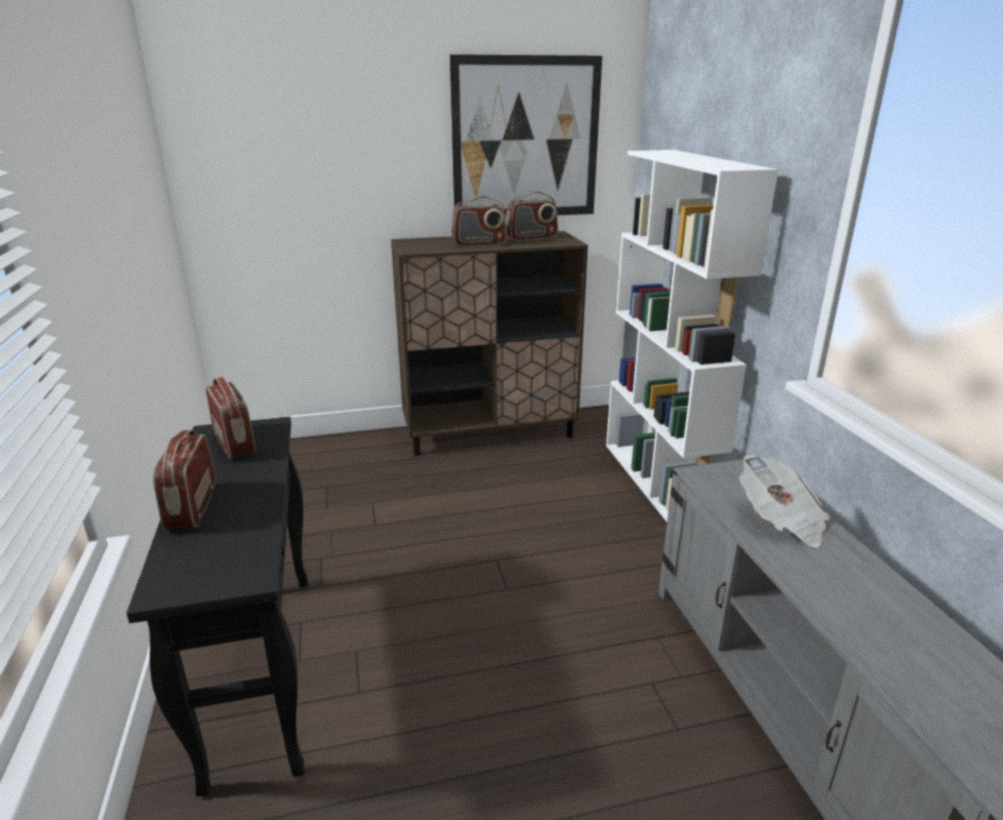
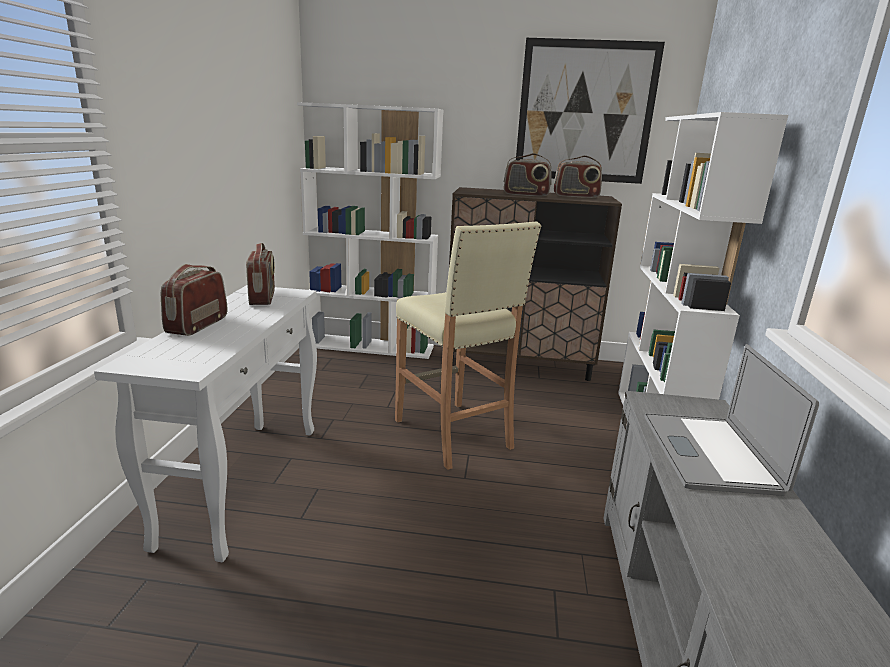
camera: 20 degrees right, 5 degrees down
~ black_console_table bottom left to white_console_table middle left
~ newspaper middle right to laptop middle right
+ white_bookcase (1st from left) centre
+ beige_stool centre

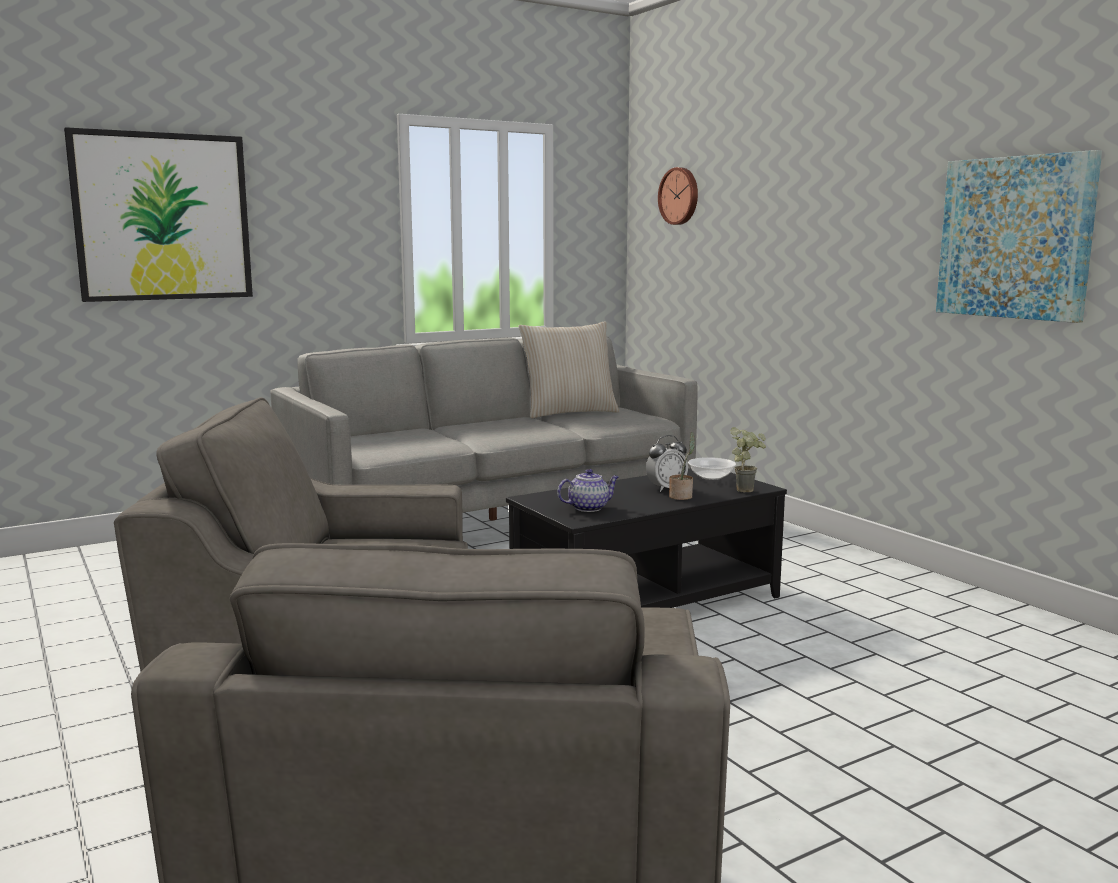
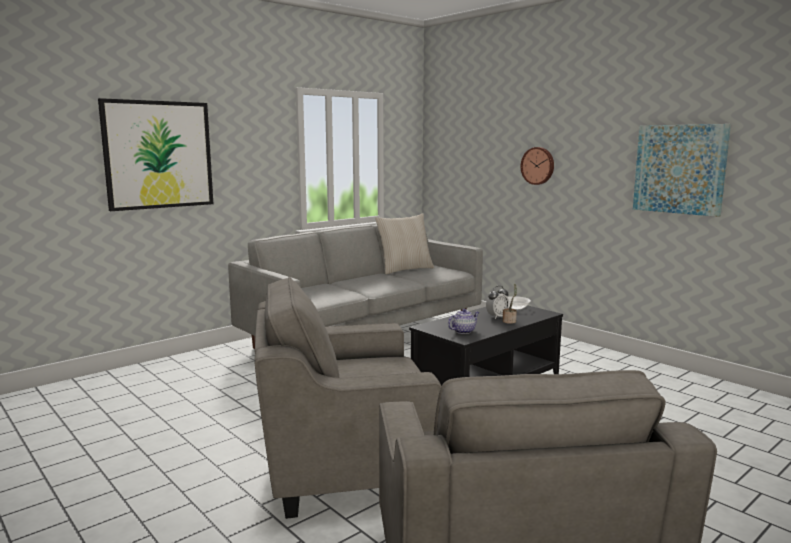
camera: 10 degrees left, 0 degrees up
~ wall_clock top centre to top right
- potted_plant (2nd from left) middle right

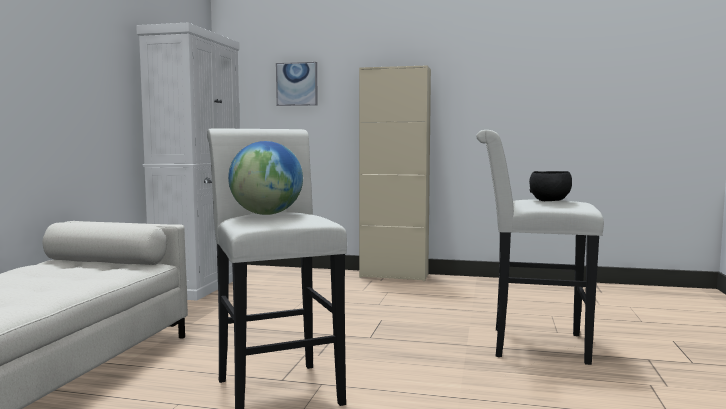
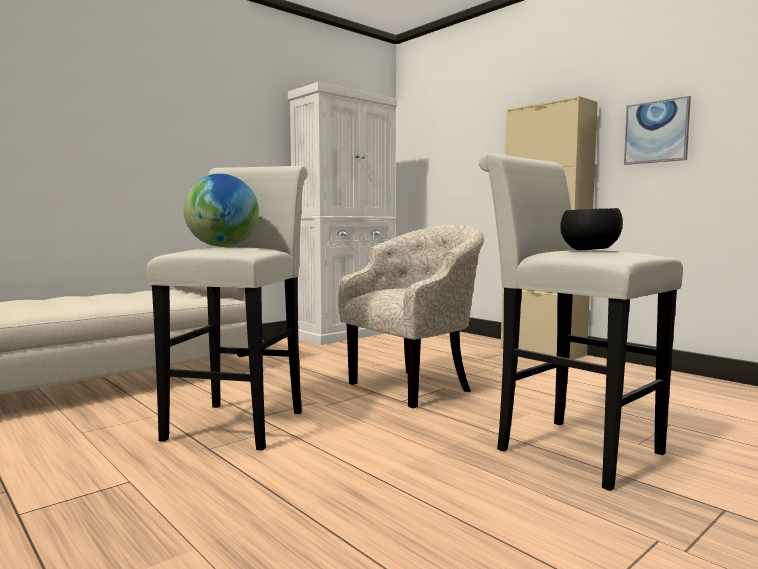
camera: 35 degrees right, 0 degrees up
~ picture top centre to top right
+ beige_armchair centre

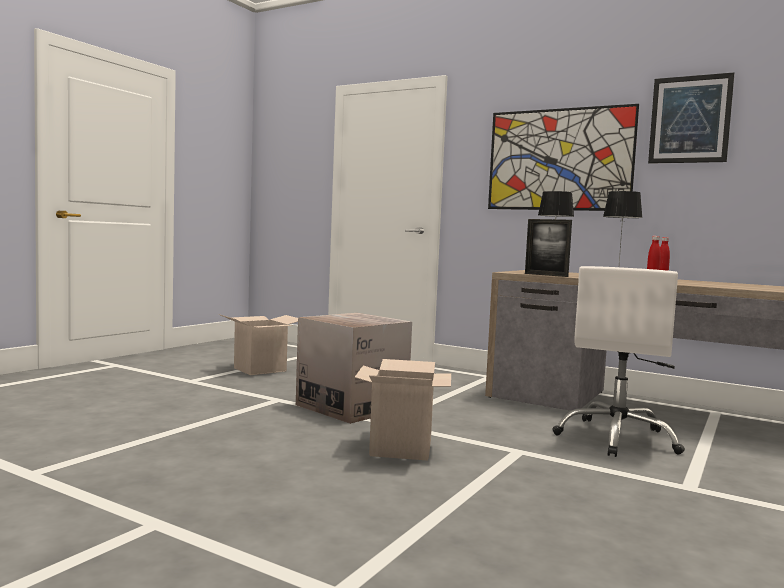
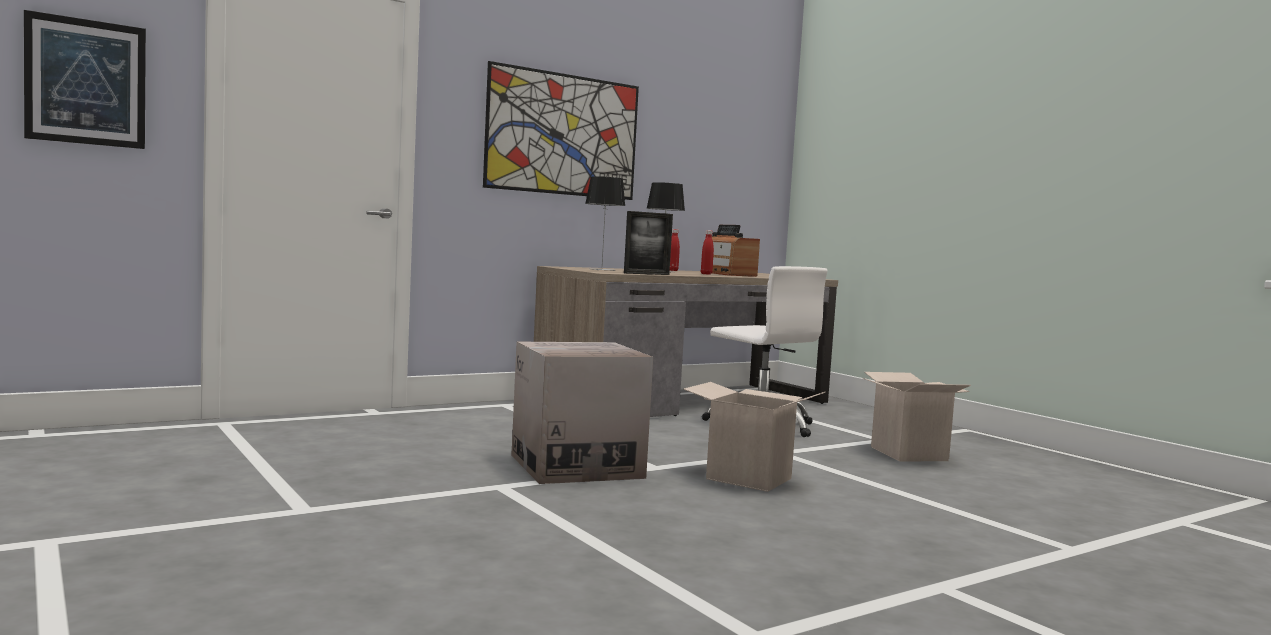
camera: 65 degrees left, 0 degrees up
~ picture (2nd from left in the first image) top right to picture (1st from left) top left
~ cardboard_box (1st from left in the first image) middle left to cardboard_box (3rd from left) middle right
+ radio centre

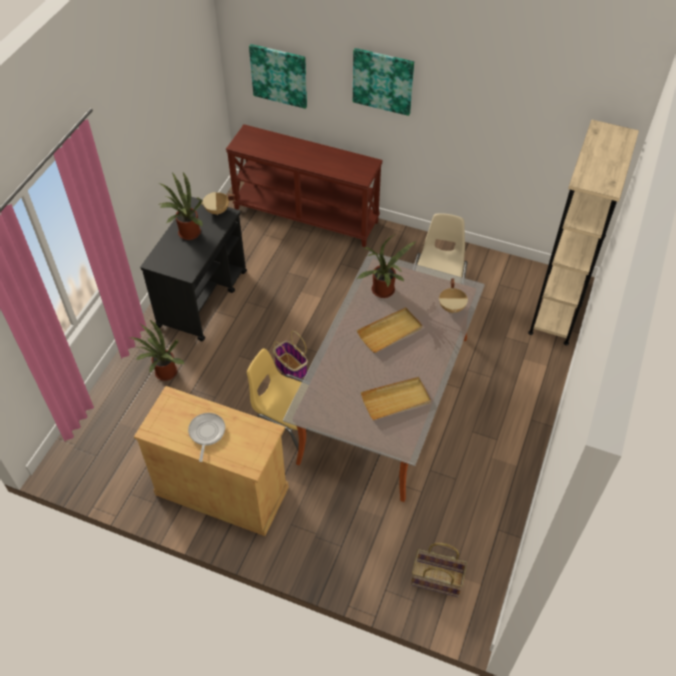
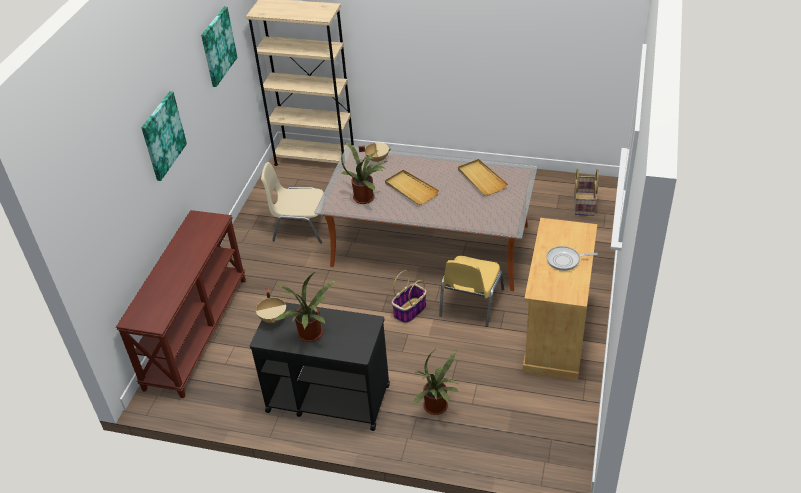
camera: 95 degrees left, 10 degrees down
~ picture (1st from left in the first image) top centre to picture (2nd from left) top left

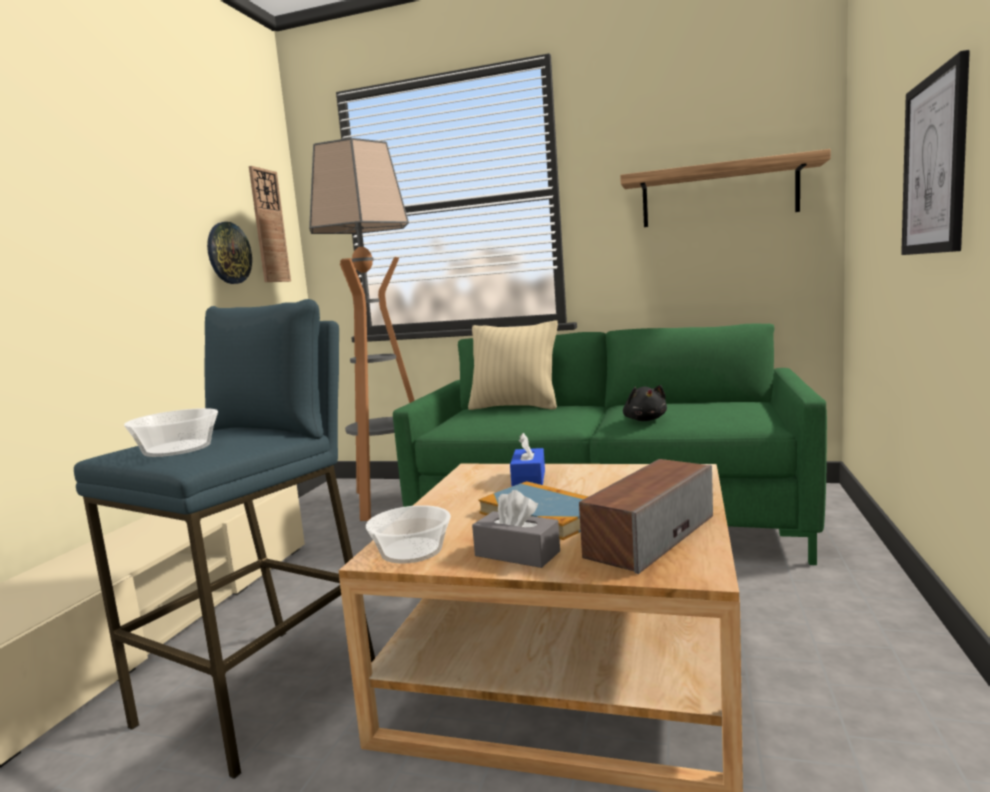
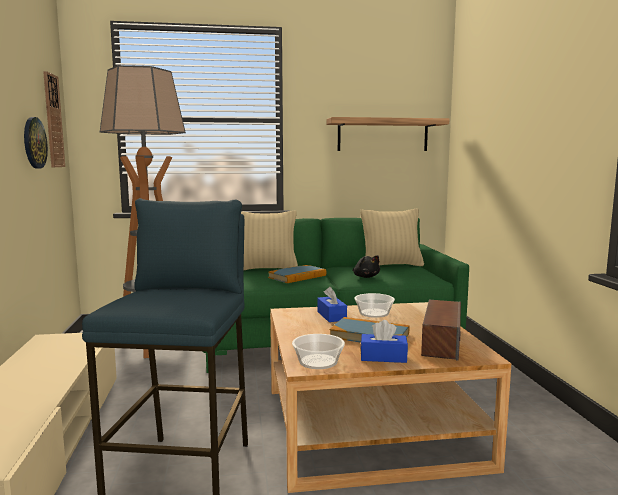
camera: 25 degrees left, 0 degrees up
- picture top right
~ bowl (1st from left in the first image) middle left to bowl (2nd from left) centre
~ grey_tissue_box bottom centre to blue_tissue_box (2nd from left) bottom centre
+ beige_pillow (2nd from left) centre
+ book (1st from left) centre

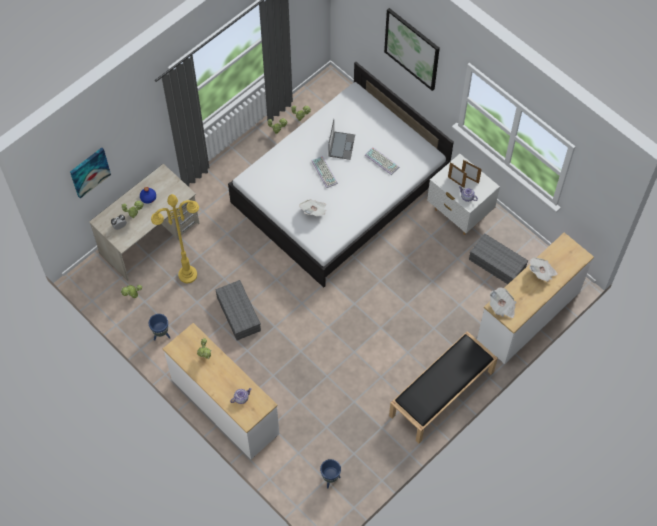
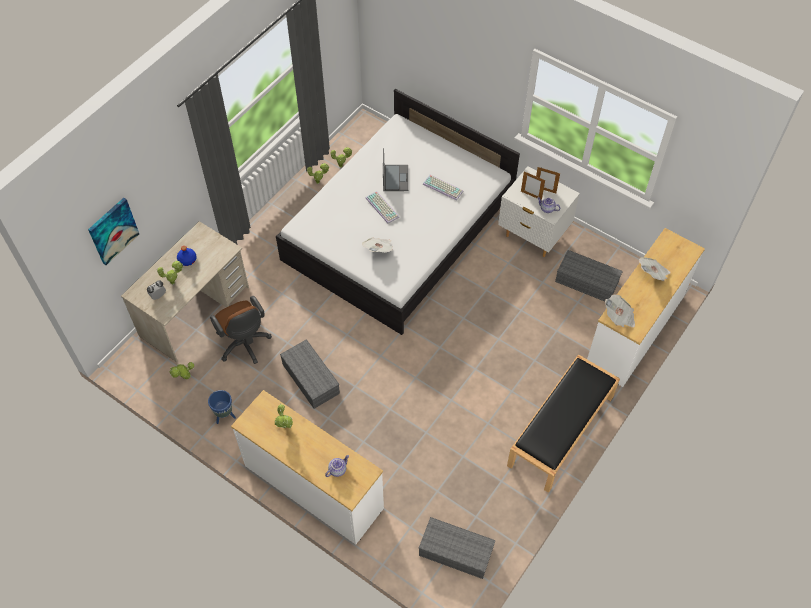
camera: 10 degrees left, 5 degrees down
- picture (2nd from left) top centre
~ yellow_floor_lamp middle left to brown_office_chair middle left
~ blue_planter (2nd from left) bottom centre to grey_storage_box (2nd from left) bottom centre

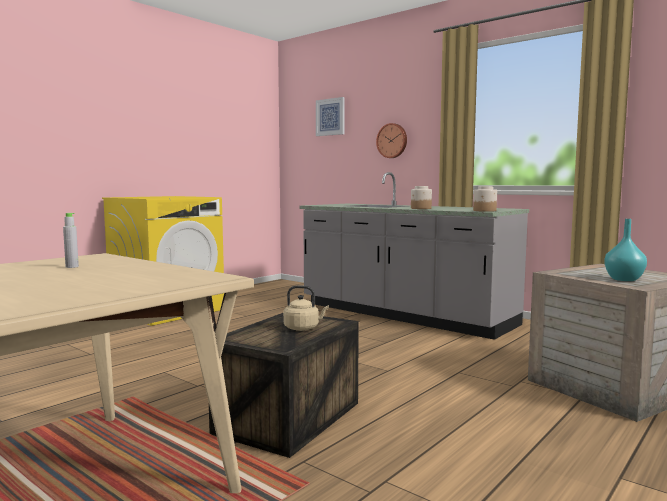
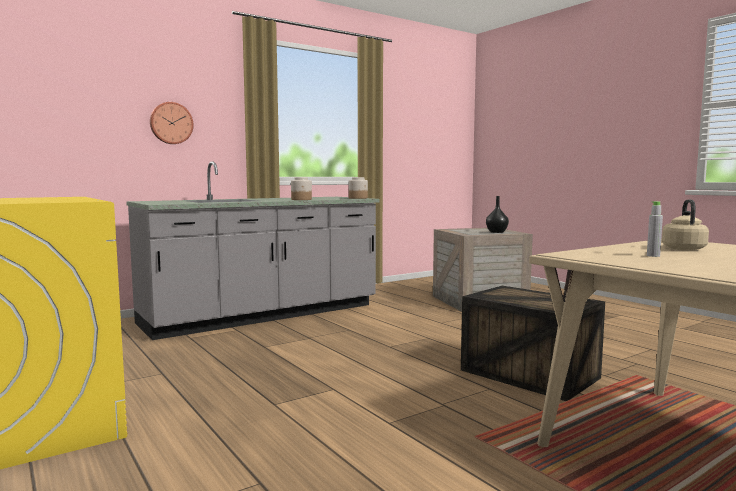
camera: 75 degrees left, 0 degrees up
- picture top centre
~ turquoise_vase middle right to black_vase middle right
~ beige_kettle centre to middle right

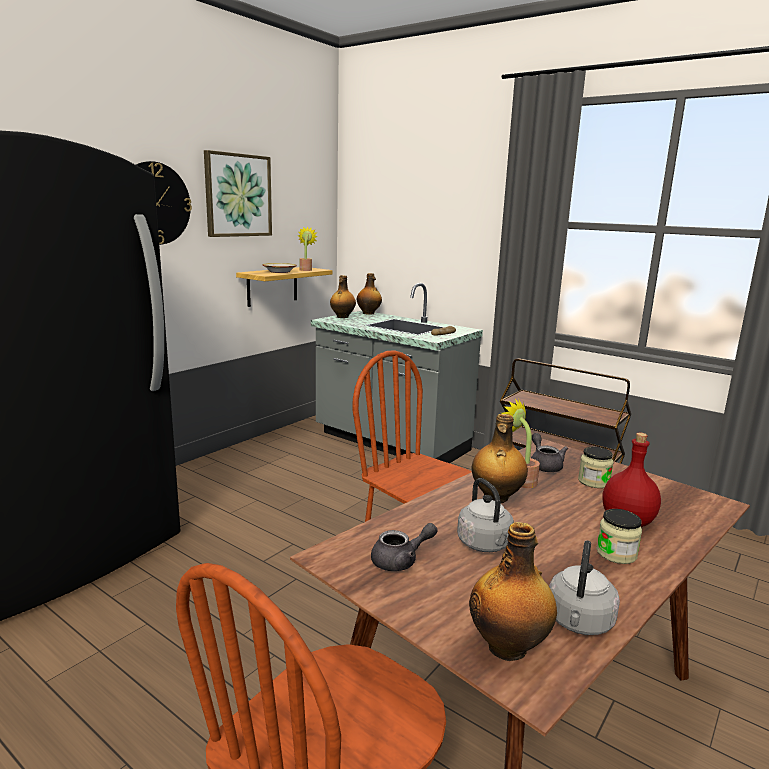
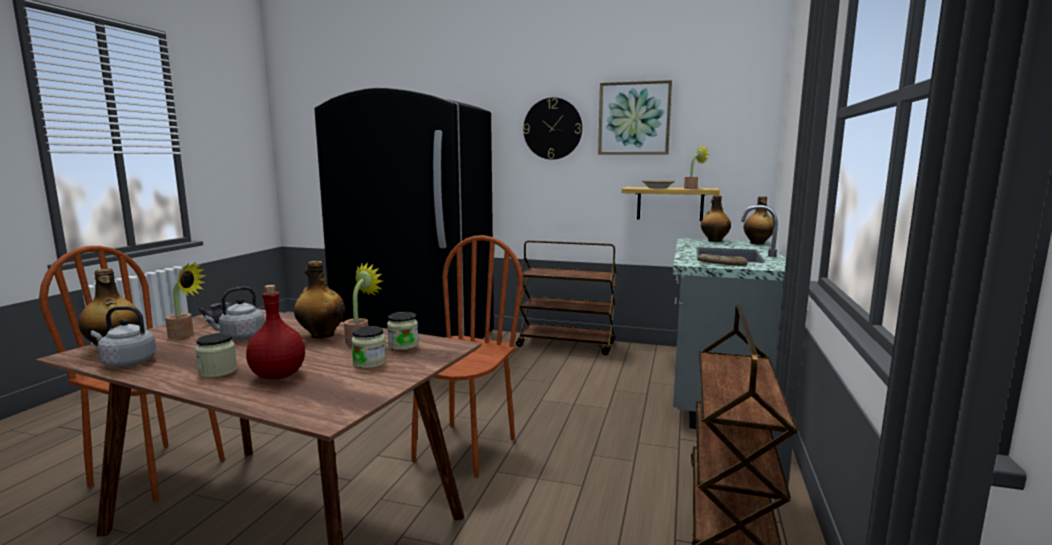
camera: 70 degrees right, 5 degrees down
~ grey_teapot (2nd from left) middle right to jar (3rd from left) centre
+ brown_cart (1st from left) centre
+ potted_plant (1st from left) middle left

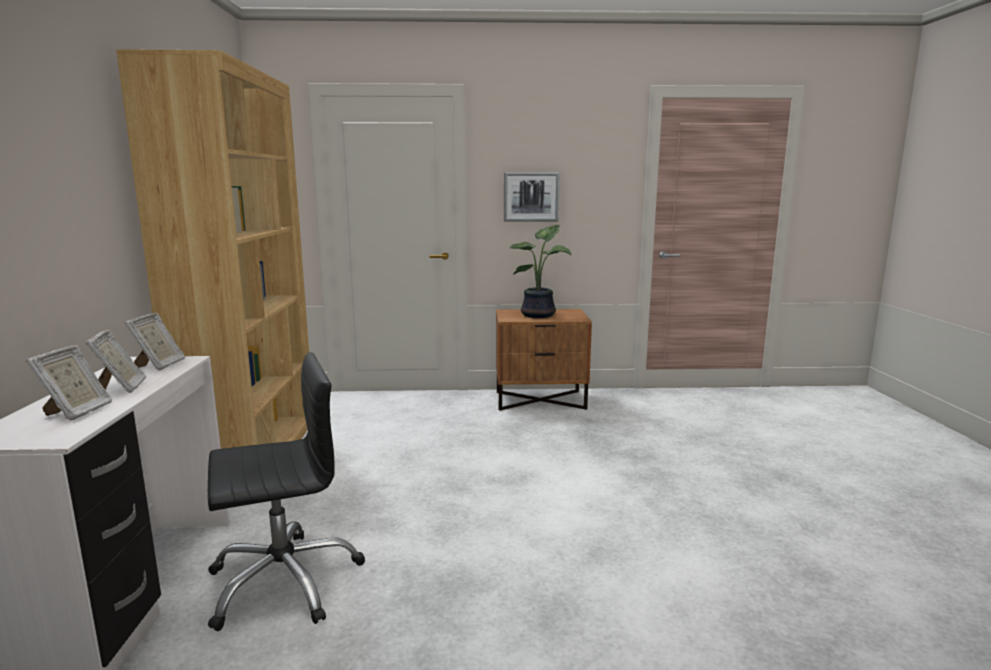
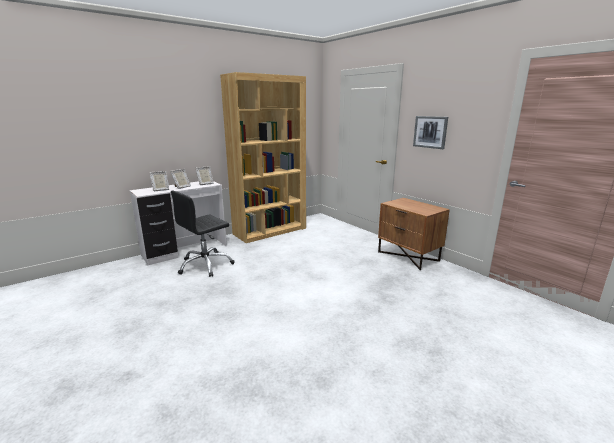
camera: 55 degrees right, 5 degrees up
- potted_plant centre
~ black_office_chair bottom left = middle left 105 degrees clockwise

